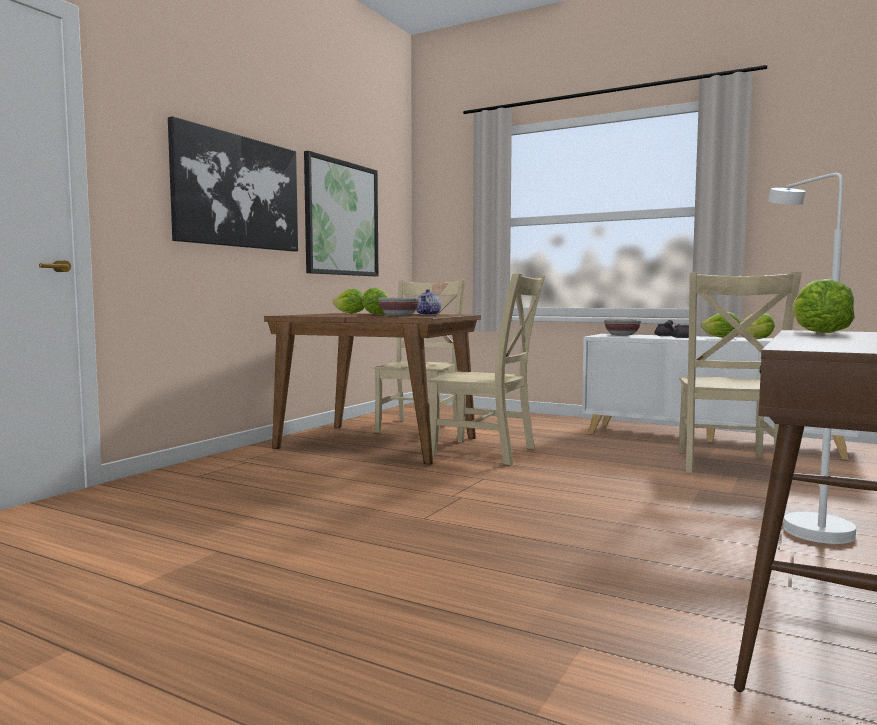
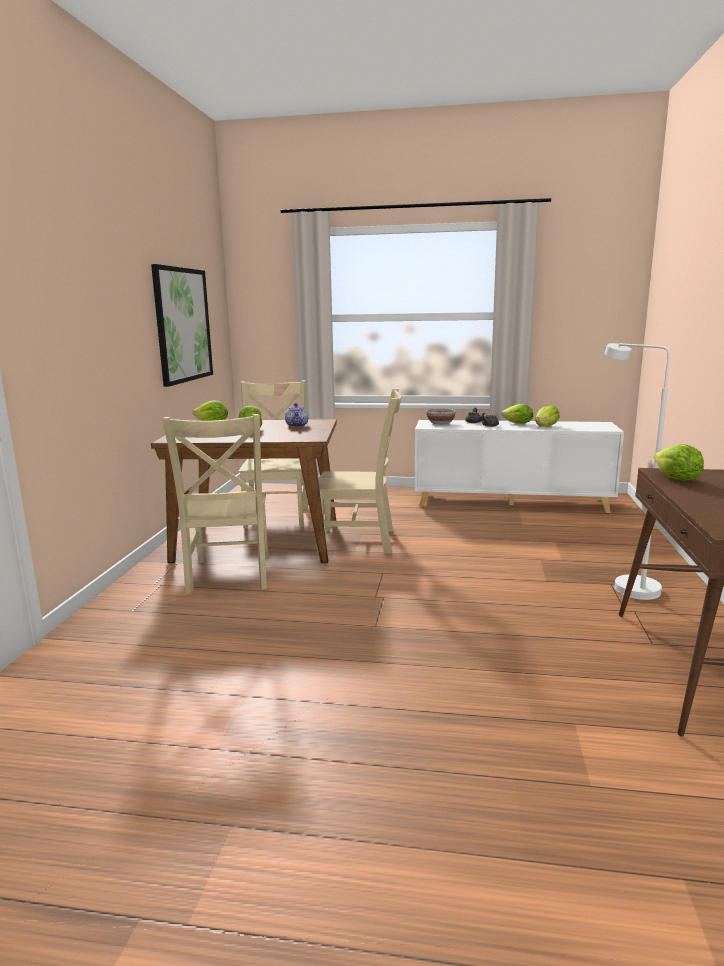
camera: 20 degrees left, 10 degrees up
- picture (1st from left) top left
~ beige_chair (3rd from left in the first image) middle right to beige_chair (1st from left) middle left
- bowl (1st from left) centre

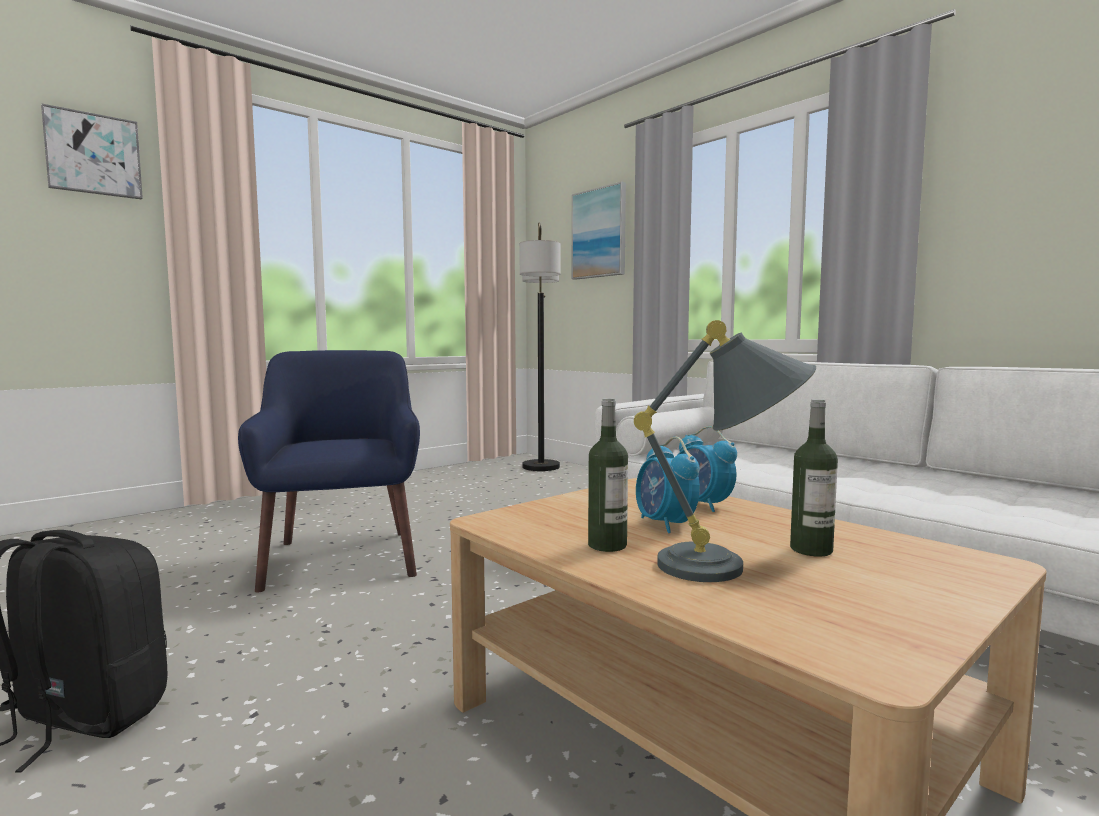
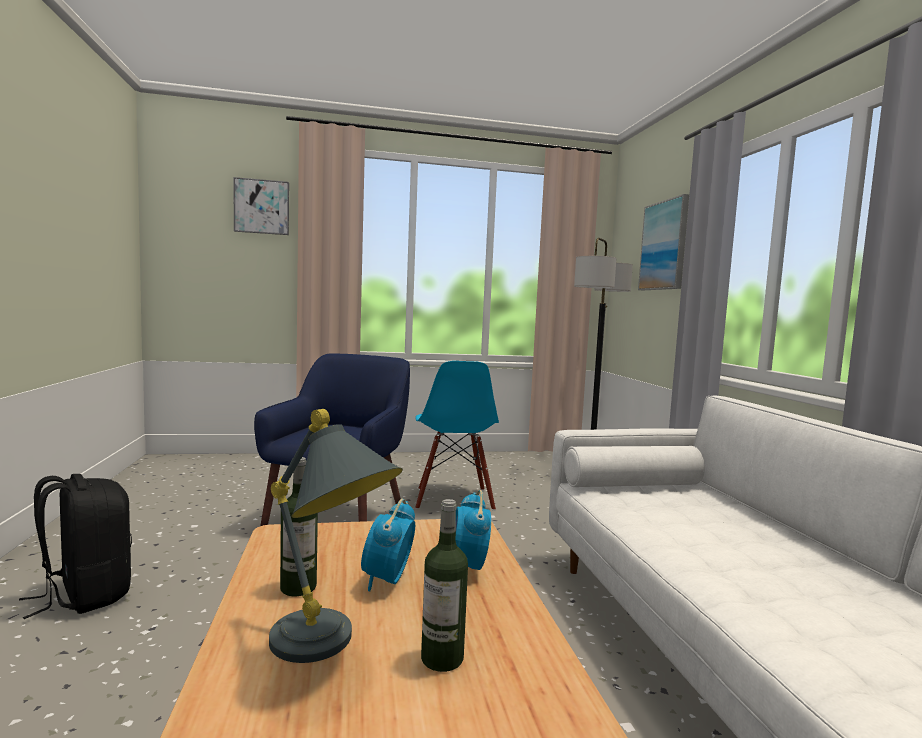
camera: 30 degrees right, 0 degrees up
+ blue_chair centre

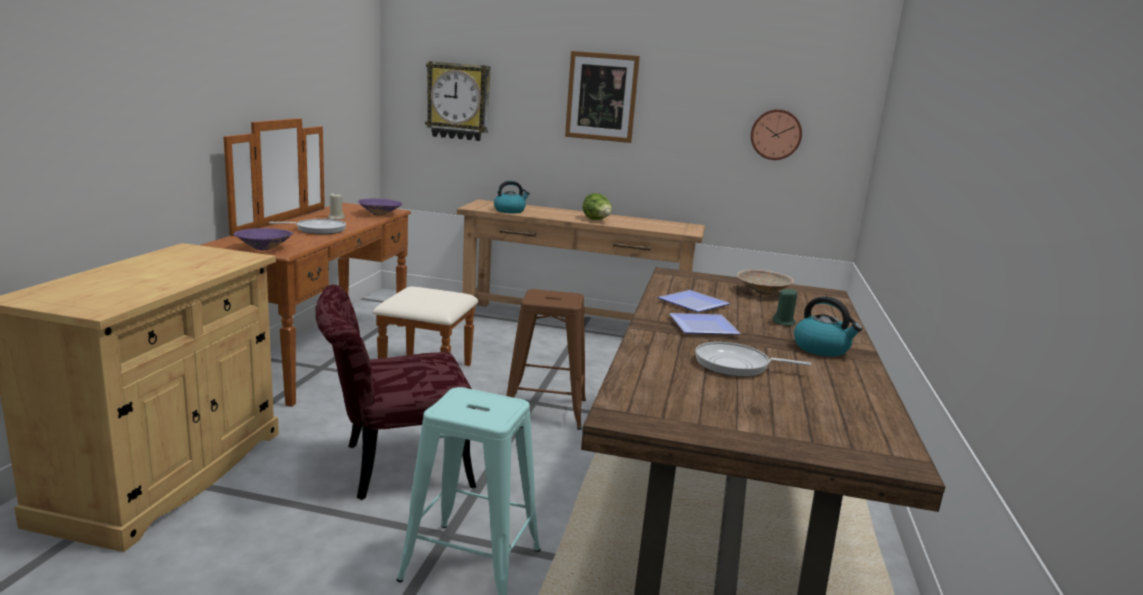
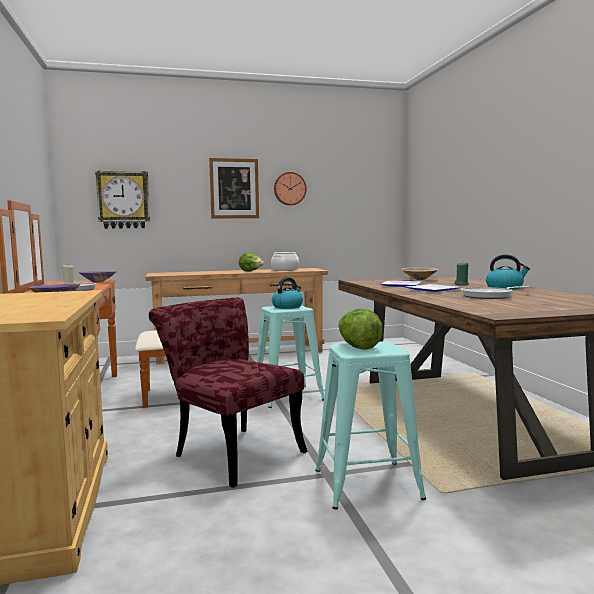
camera: 25 degrees left, 10 degrees down
~ wall_clock (2nd from left) top right to top centre
~ kettle (1st from left) top centre to centre
~ red_chair centre = centre 90 degrees clockwise
~ brown_stool centre to turquoise_stool (1st from left) centre
+ cooking_pot centre
+ lettuce (2nd from left) centre

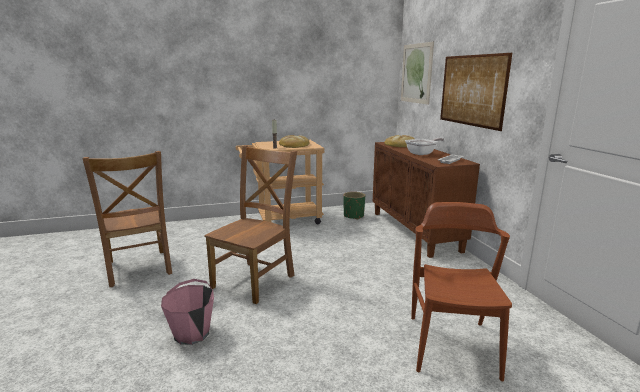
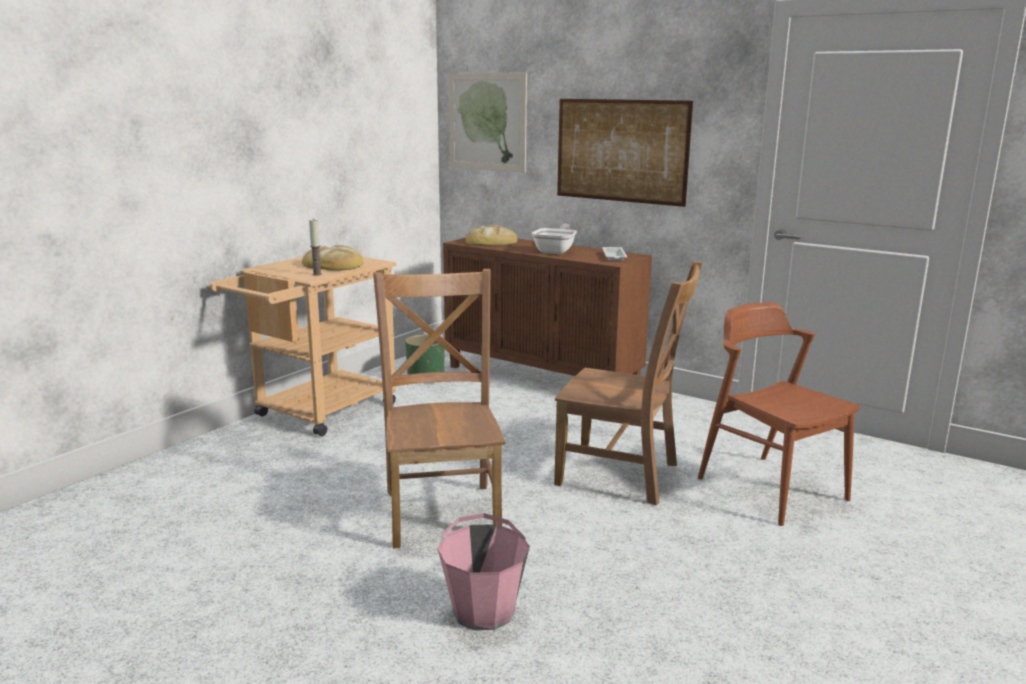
camera: 40 degrees left, 0 degrees up
~ brown_chair (1st from left in the first image) middle left to brown_chair (2nd from left) centre

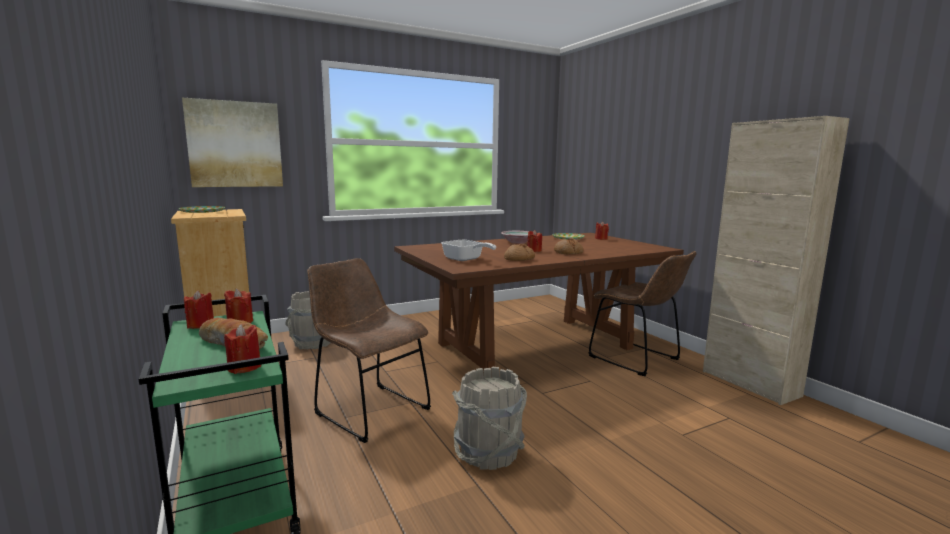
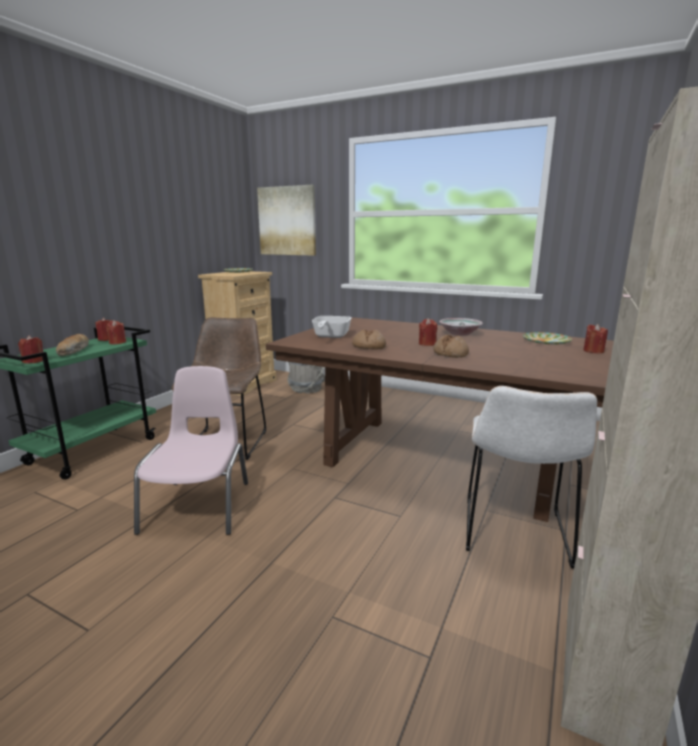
camera: 55 degrees right, 5 degrees up
~ brown_chair (2nd from left) middle right to white_chair middle right
~ grey_bucket (2nd from left) bottom centre to pink_chair middle left

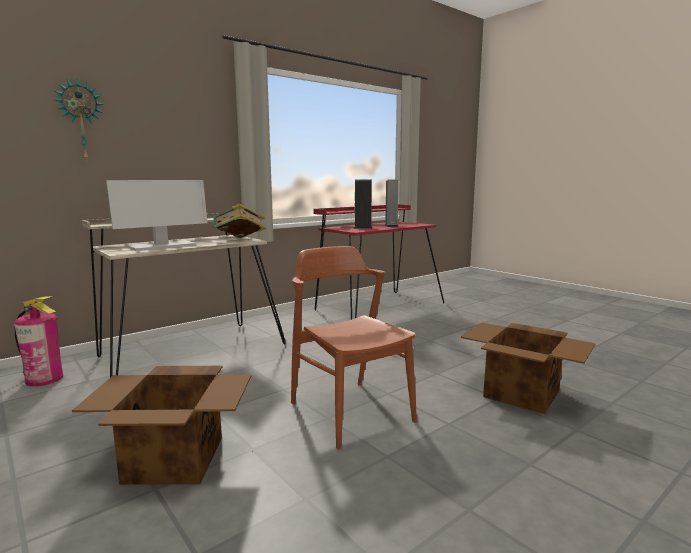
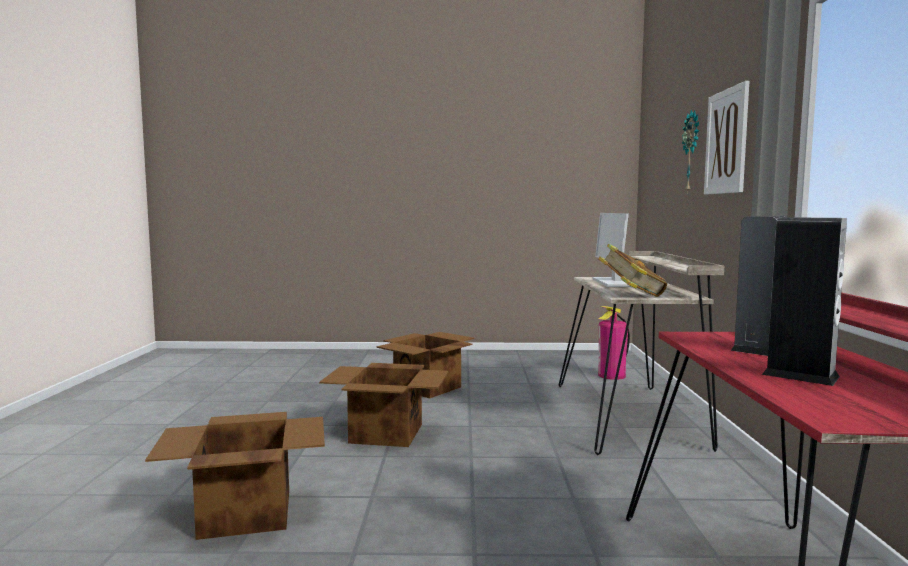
camera: 130 degrees right, 5 degrees down
~ brown_chair centre to cardboard_box (2nd from left) bottom centre
+ picture top right

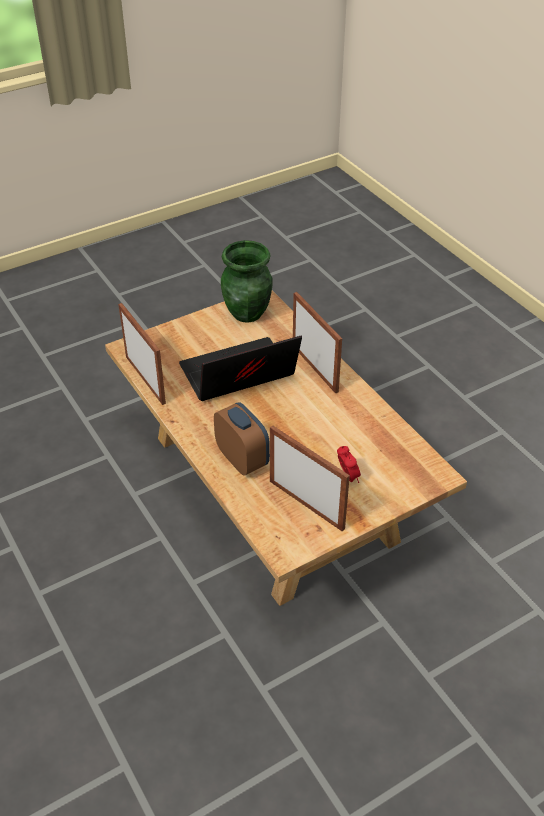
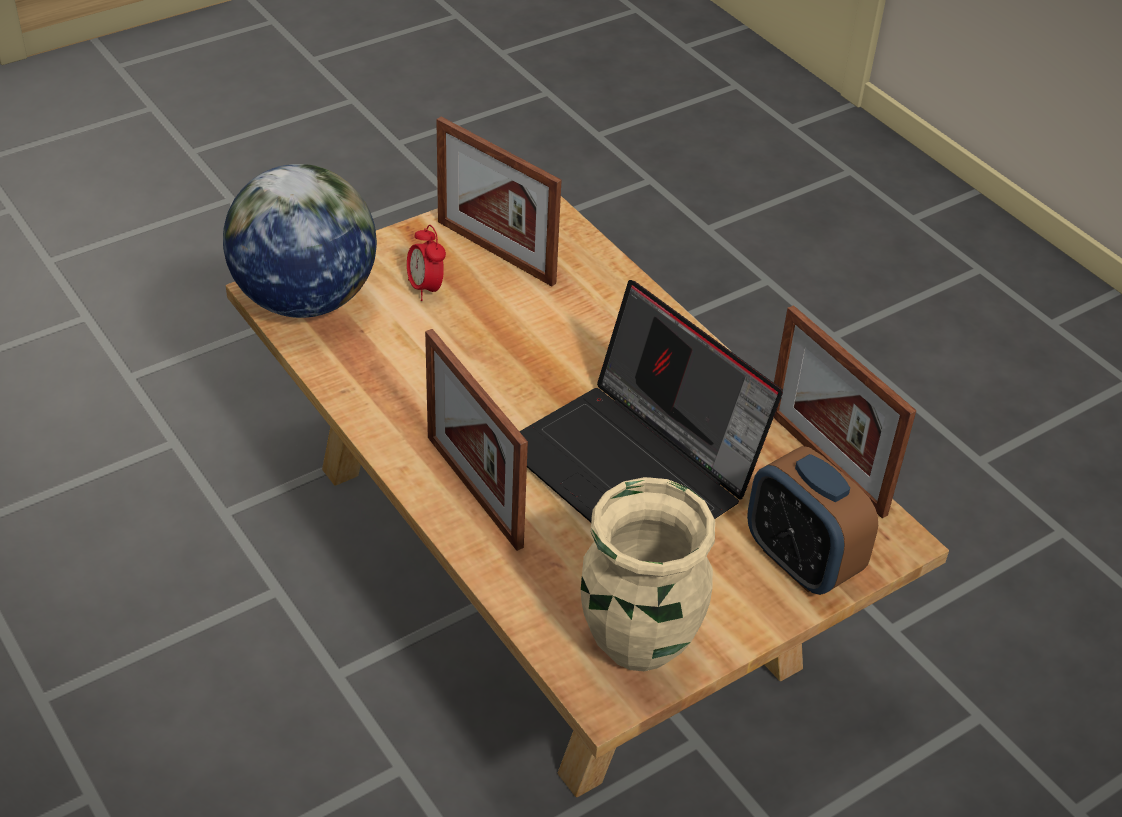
camera: 175 degrees right, 0 degrees up
~ green_vase centre to beige_vase bottom centre
~ laptop centre = centre 75 degrees clockwise
~ alarm_clock (1st from left in the first image) centre to alarm_clock (2nd from left) middle right
+ globe top left

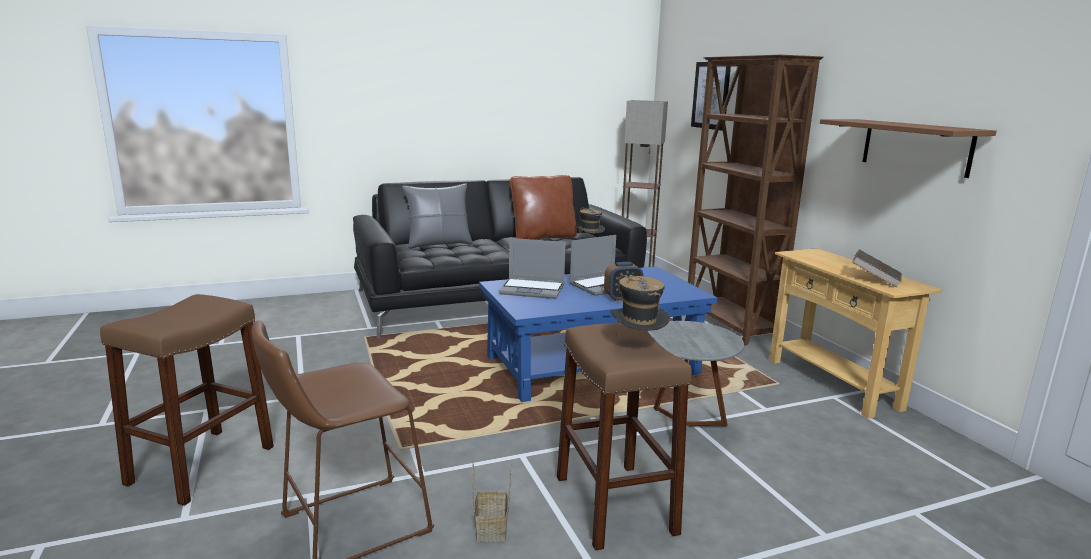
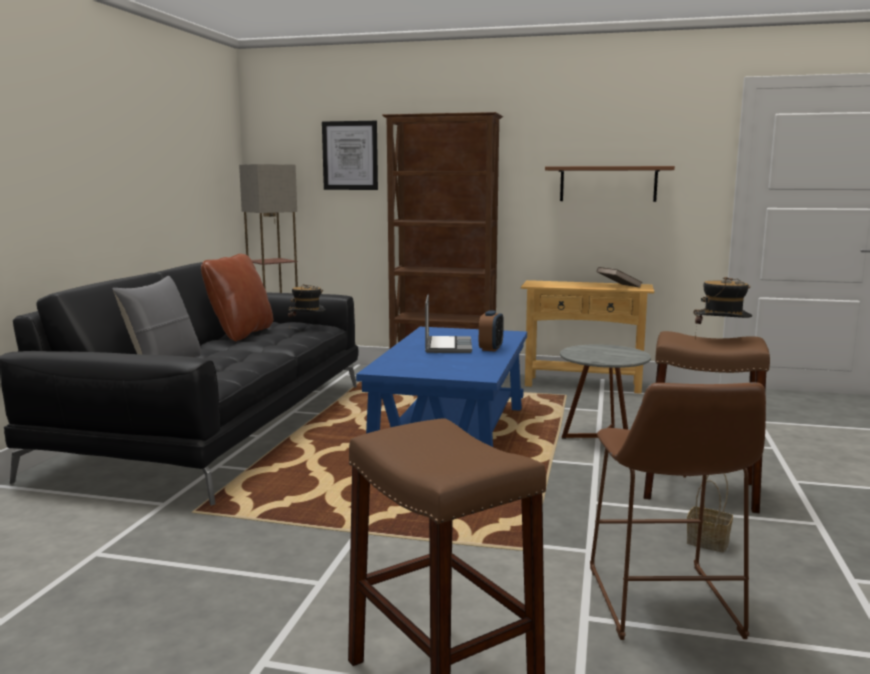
camera: 55 degrees left, 5 degrees down
- laptop (1st from left) centre

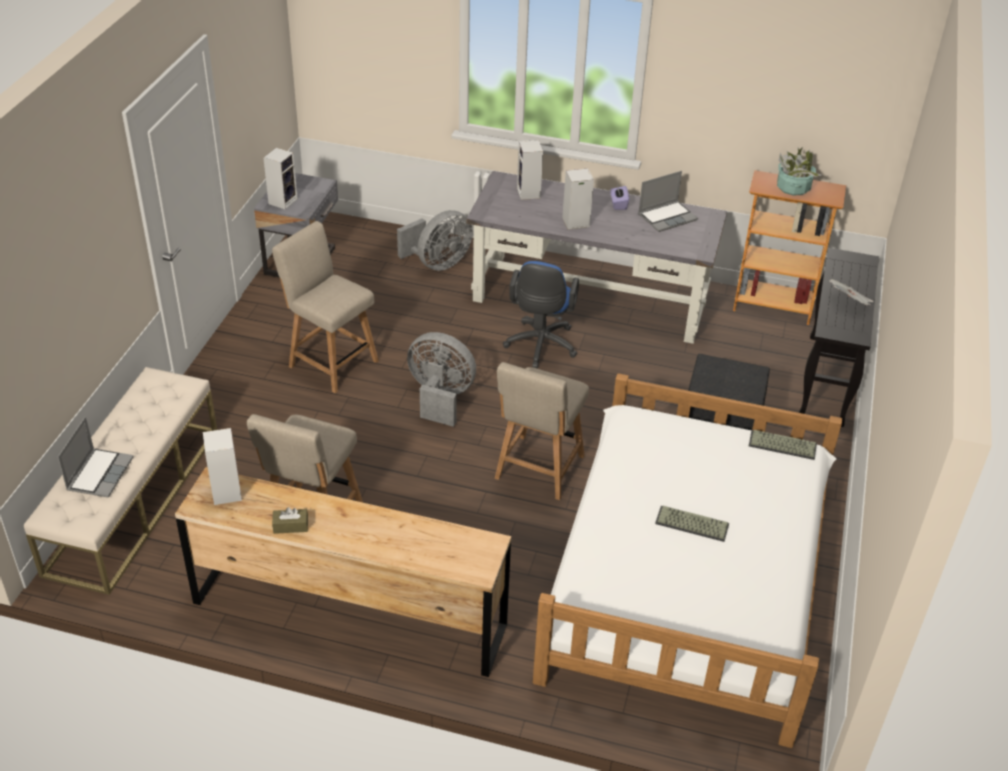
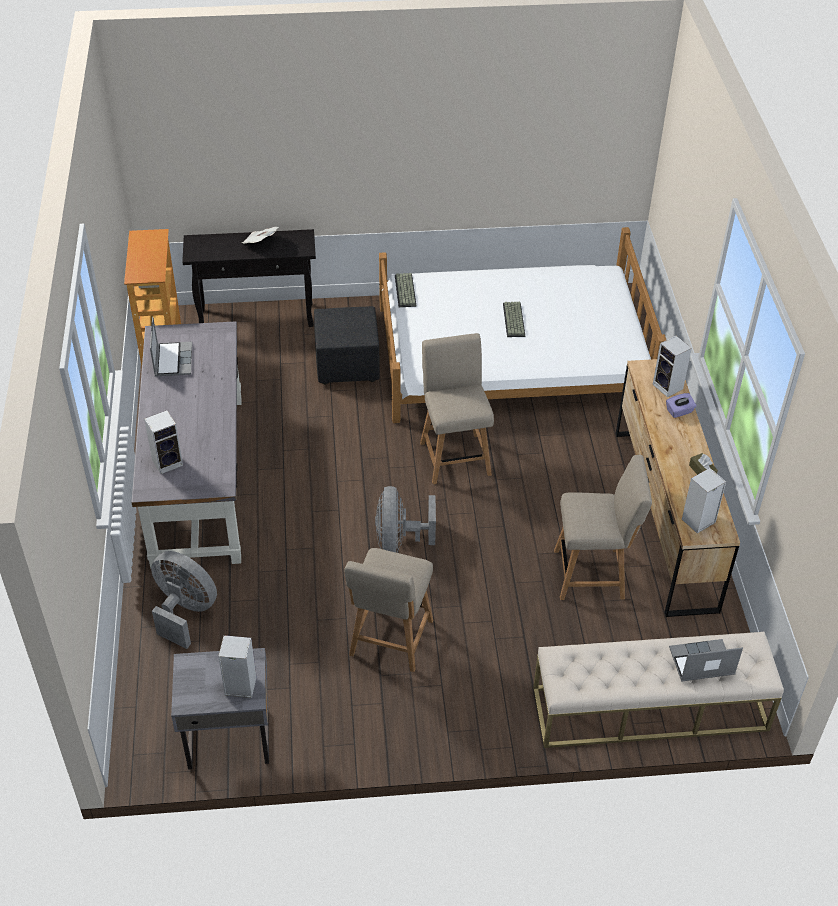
camera: 110 degrees left, 5 degrees up
- potted_plant top right
~ speaker (4th from left in the first image) top centre to speaker (3rd from left) middle right
~ laptop (2nd from left in the first image) top centre = middle left 45 degrees clockwise
~ purple_tissue_box top centre to middle right
- blue_office_chair centre
~ beige_chair (3rd from left in the first image) centre = centre 105 degrees counterclockwise

